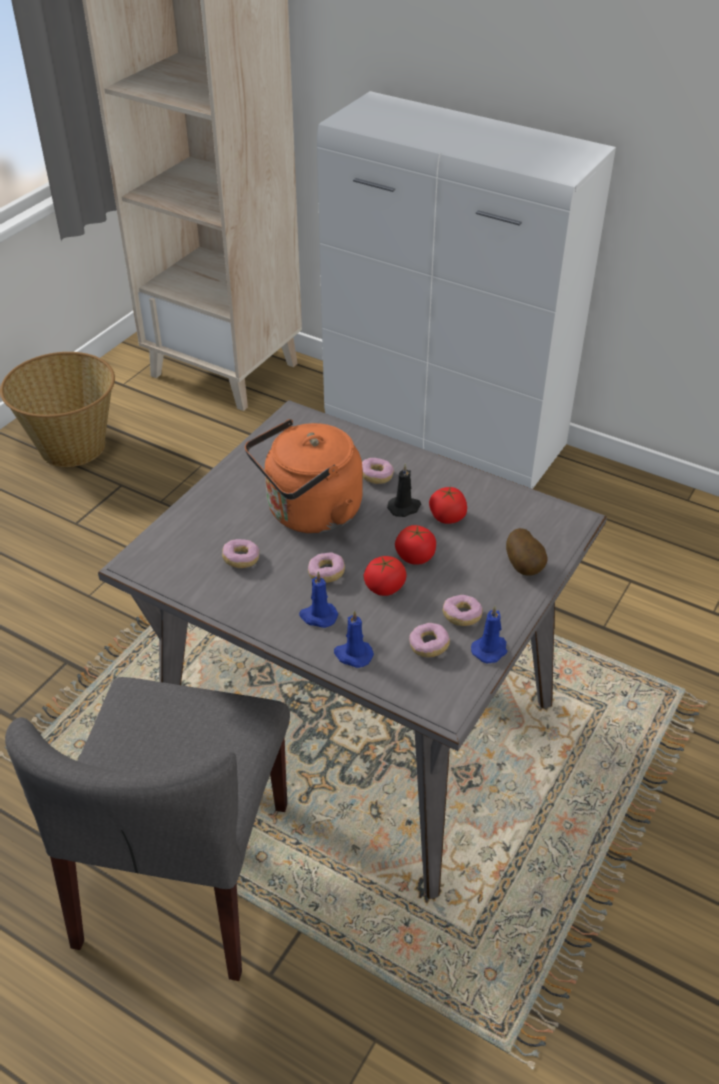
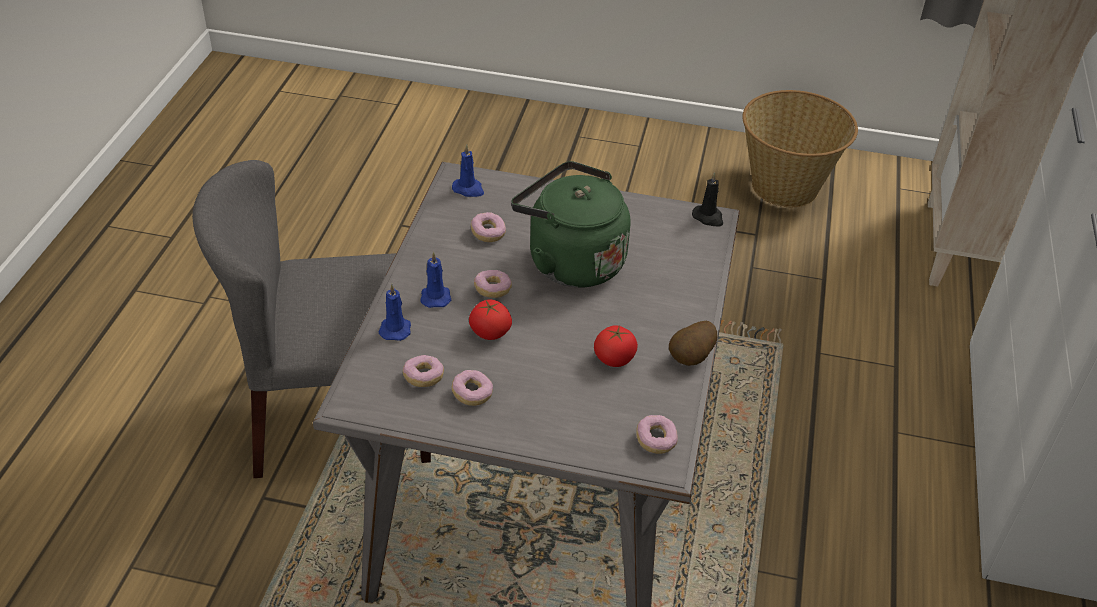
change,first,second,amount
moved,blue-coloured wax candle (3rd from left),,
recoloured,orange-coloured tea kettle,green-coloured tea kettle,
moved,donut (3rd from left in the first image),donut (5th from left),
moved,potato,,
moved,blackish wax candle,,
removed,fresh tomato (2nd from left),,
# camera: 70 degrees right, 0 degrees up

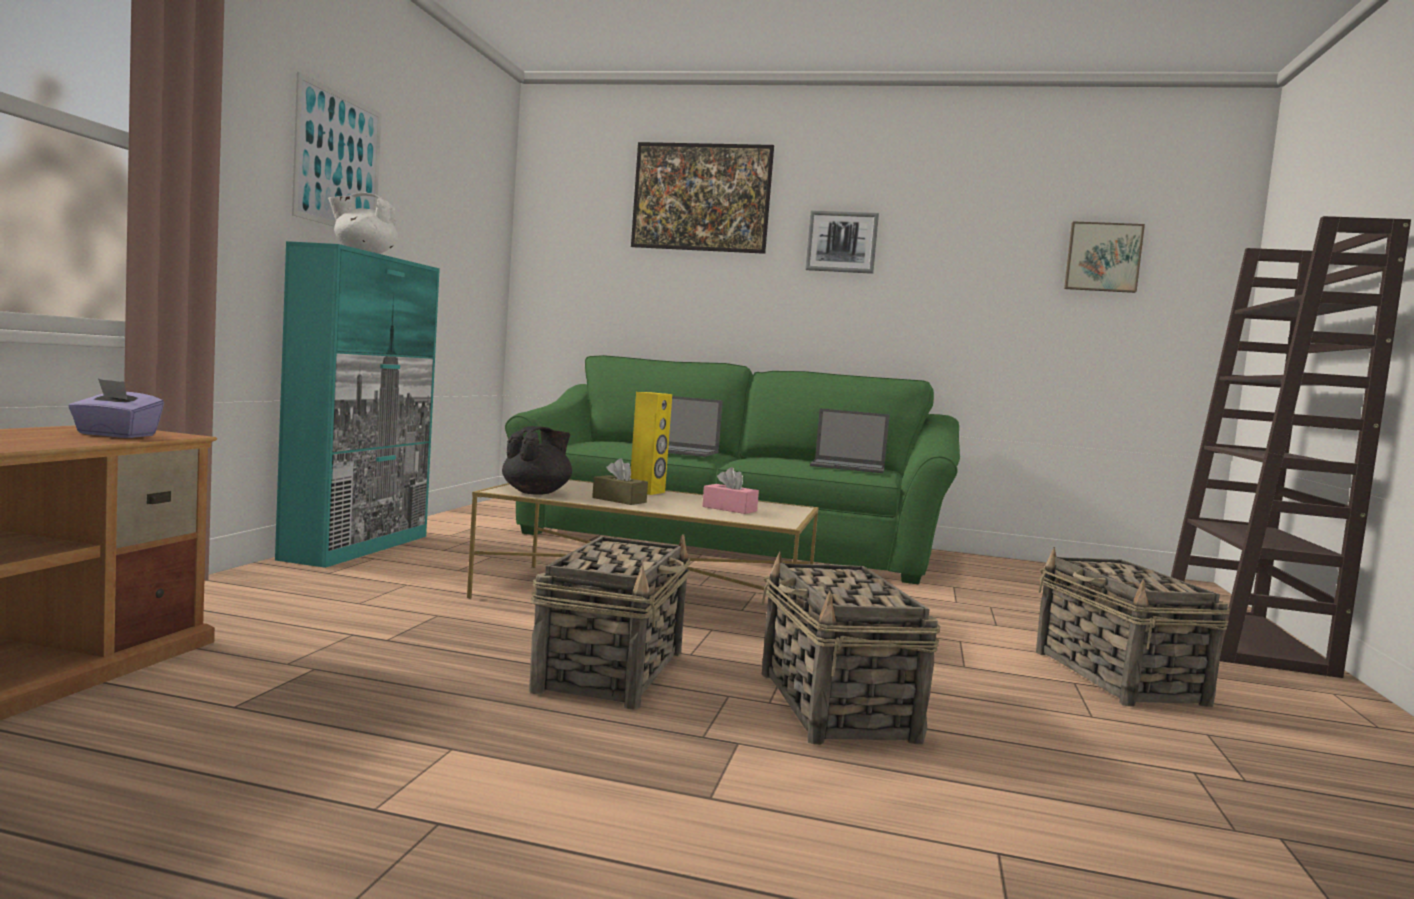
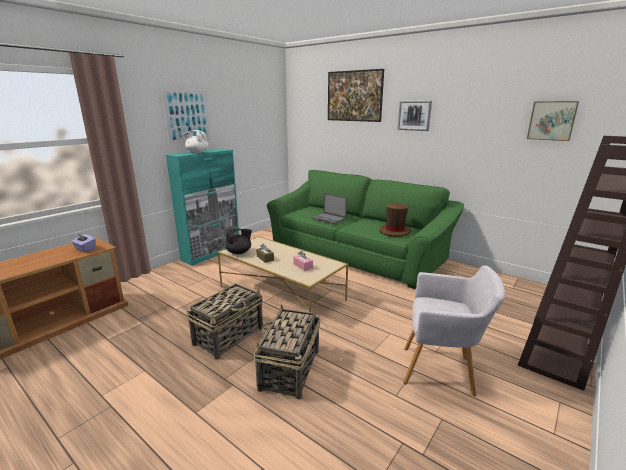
change,first,second,amount
replaced,laptop (2nd from left),brown hat,
replaced,basket (3rd from left),grey lounge chair,
removed,yellow speaker,,
# camera: 25 degrees right, 15 degrees up

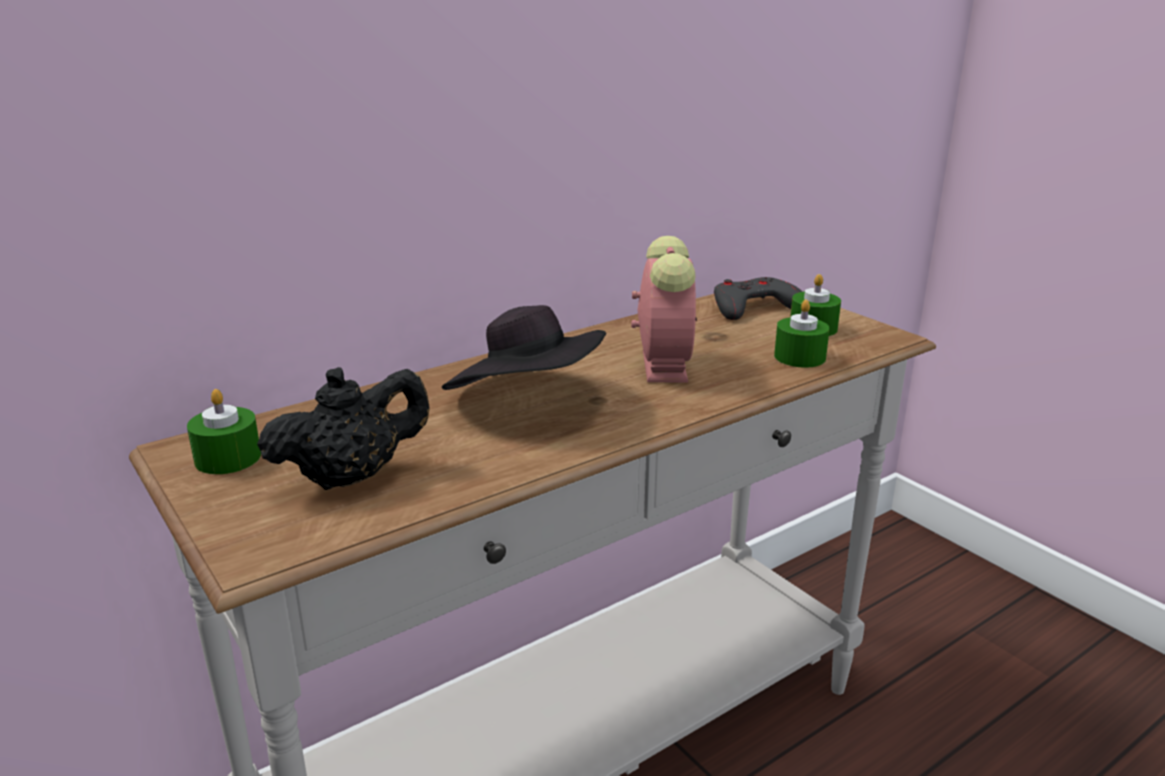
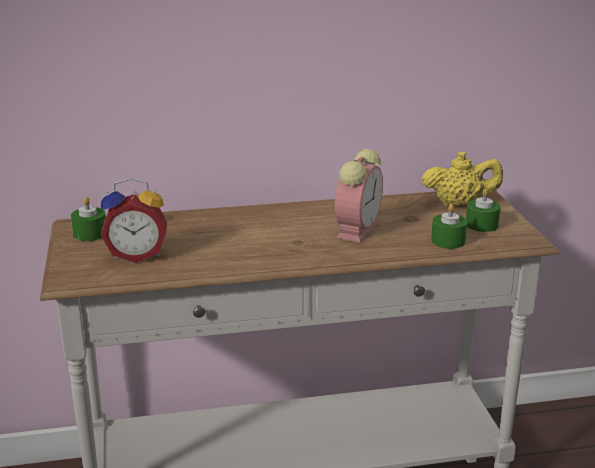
change,first,second,amount
replaced,blackish pot for tea,table clock (1st from left),
replaced,grey joypad,yellow pot for tea,
removed,blackish hat,,
# camera: 25 degrees right, 0 degrees up

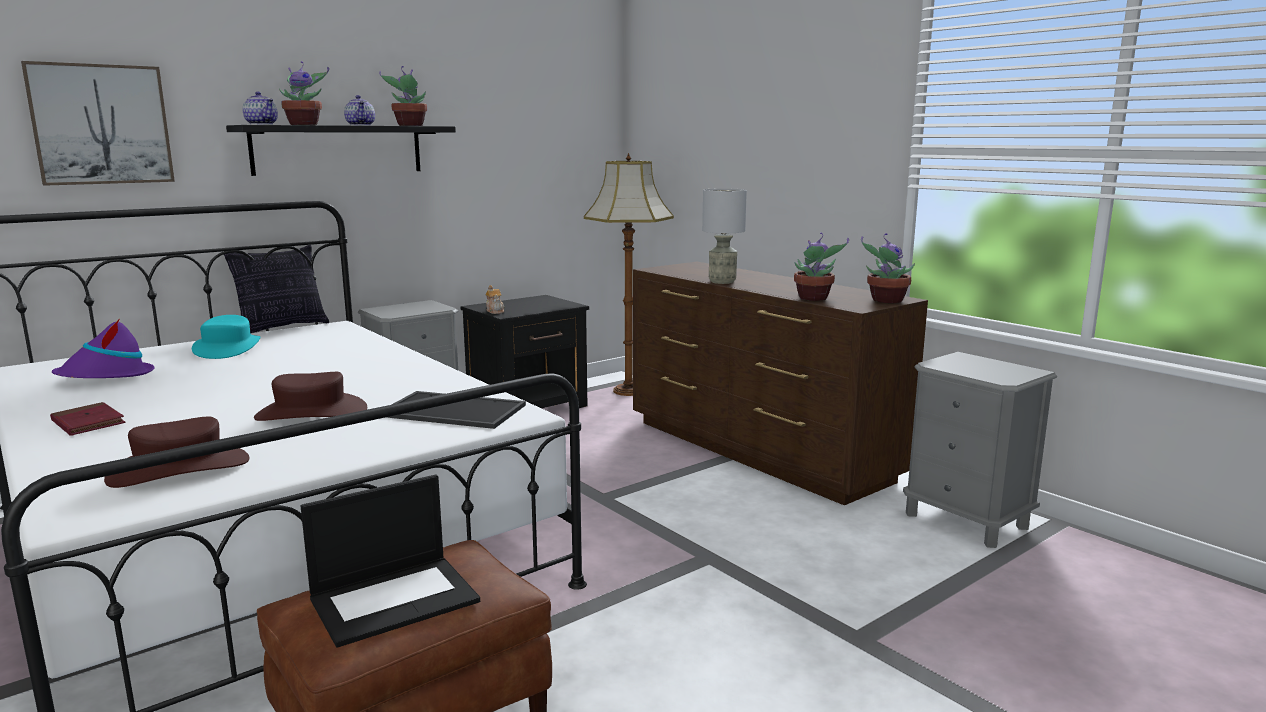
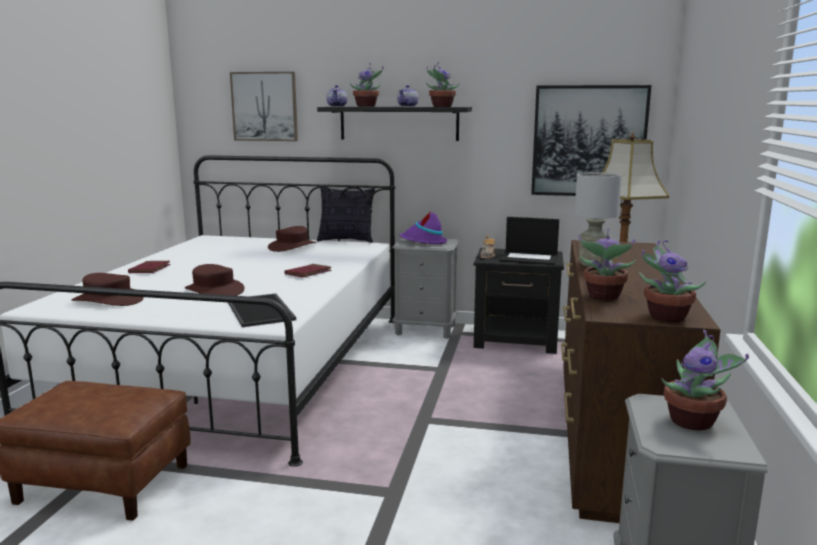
change,first,second,amount
recoloured,turquoise-coloured hat,brown hat (3rd from left),
added,,red bound book (2nd from left),
moved,purple-coloured hat,,
moved,laptop,,
added,,wall art (2nd from left),
added,,potted plant (5th from left),
# camera: 50 degrees right, 0 degrees up

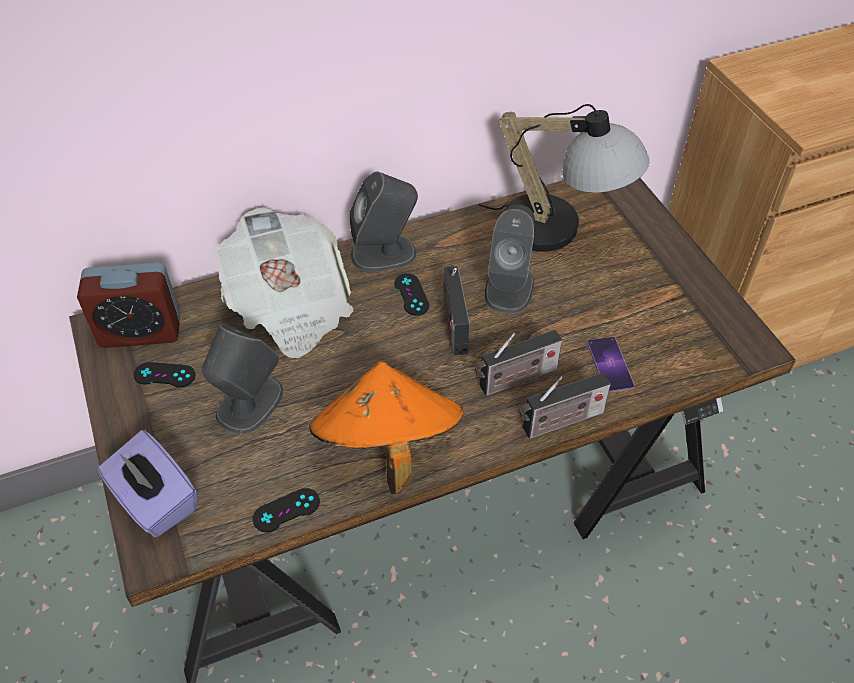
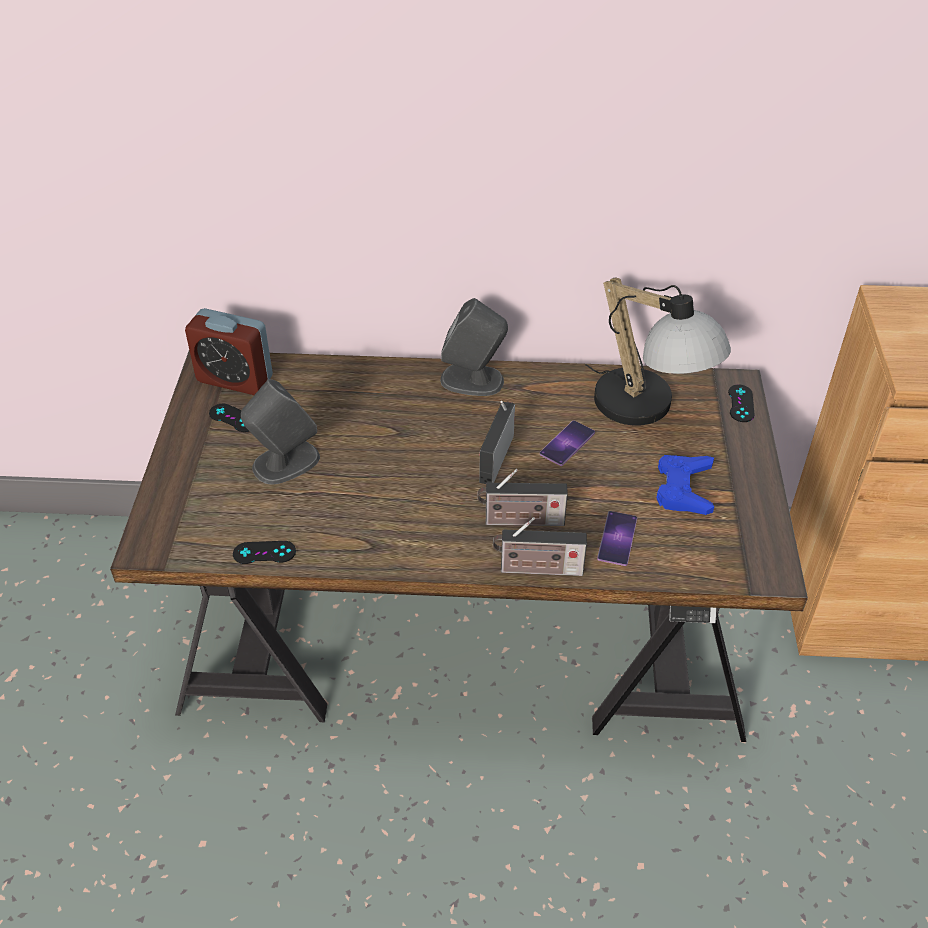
change,first,second,amount
replaced,grey speaker (3rd from left),phone (1st from left),
added,,blue-coloured joypad,
moved,blackish joypad (3rd from left),,
removed,purple-coloured tissue holder,,
removed,newspaper,,
removed,orange-coloured hat,,
# camera: 25 degrees right, 5 degrees down

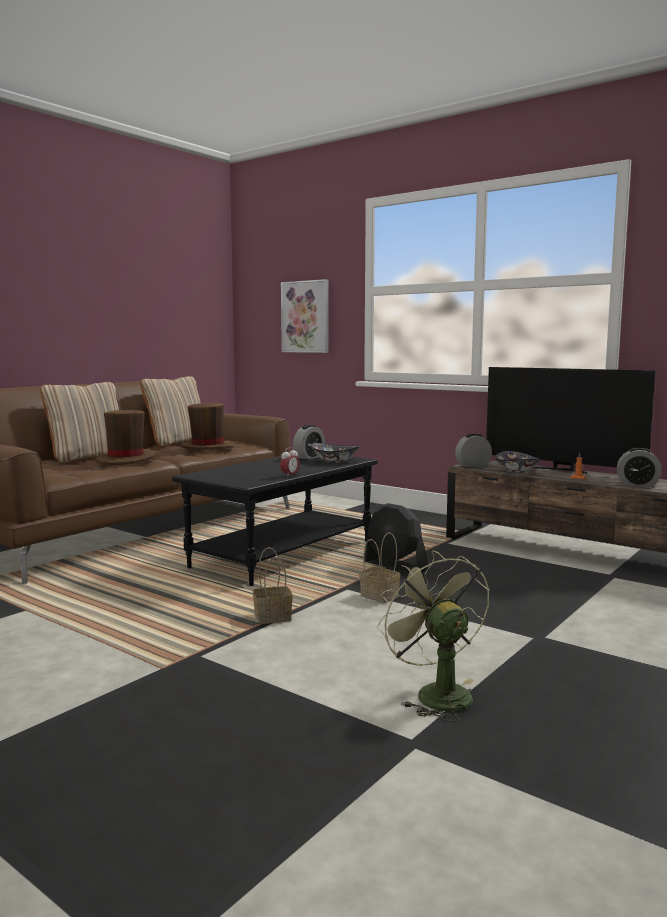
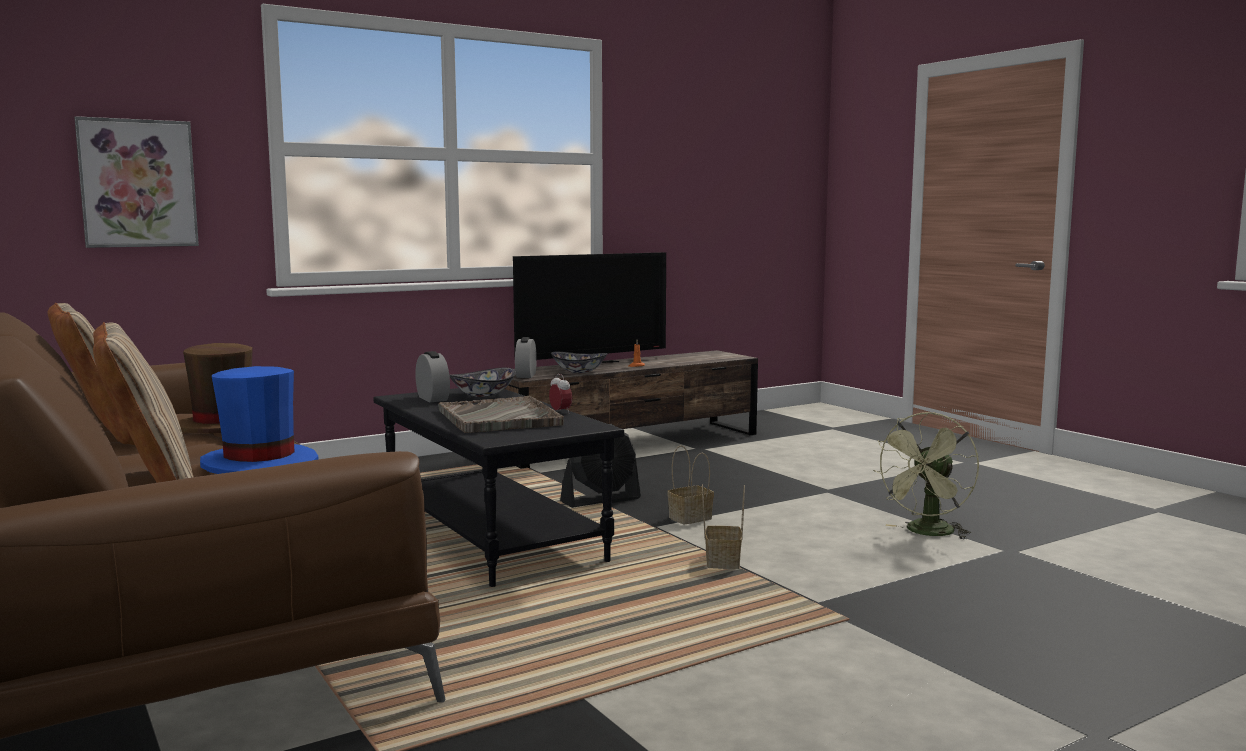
change,first,second,amount
recoloured,brown hat (1st from left),blue-coloured hat,
added,,grey serving tray,
turned,green-coloured cooling fan,,45 degrees counterclockwise
removed,table clock (4th from left),,
# camera: 70 degrees left, 0 degrees up

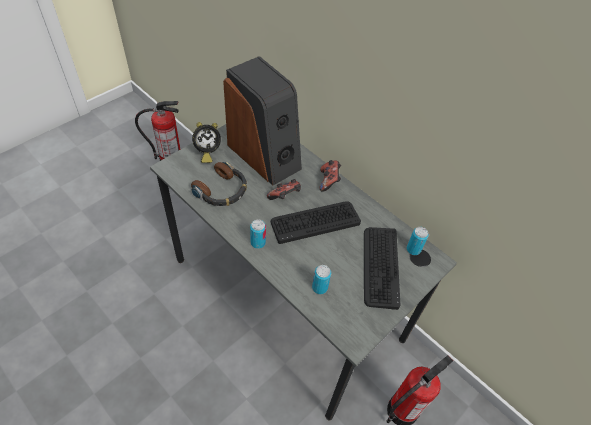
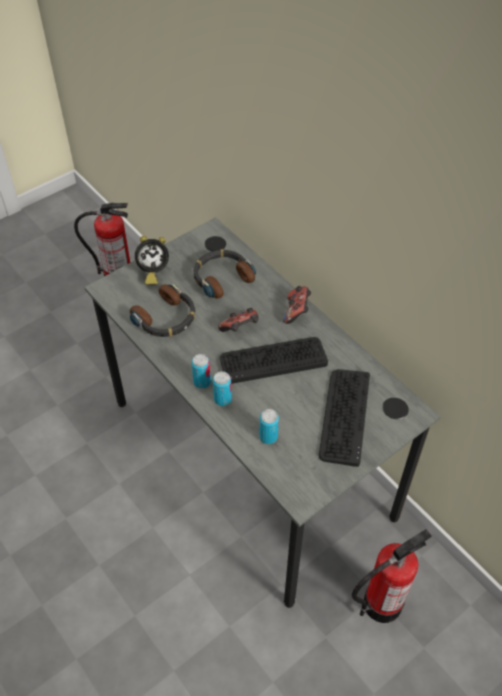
change,first,second,amount
replaced,speaker,headphones (2nd from left),
moved,sealed can (3rd from left in the first image),sealed can (2nd from left),
# camera: 10 degrees right, 0 degrees up

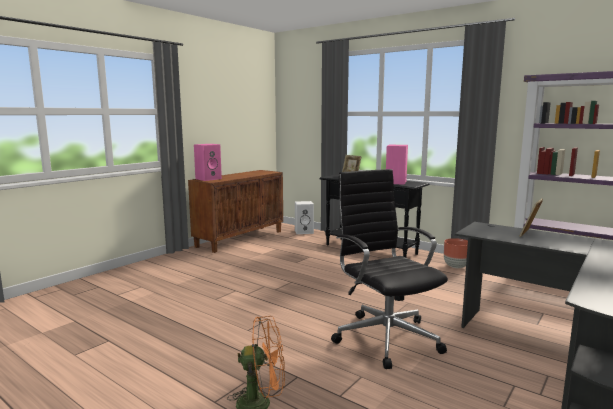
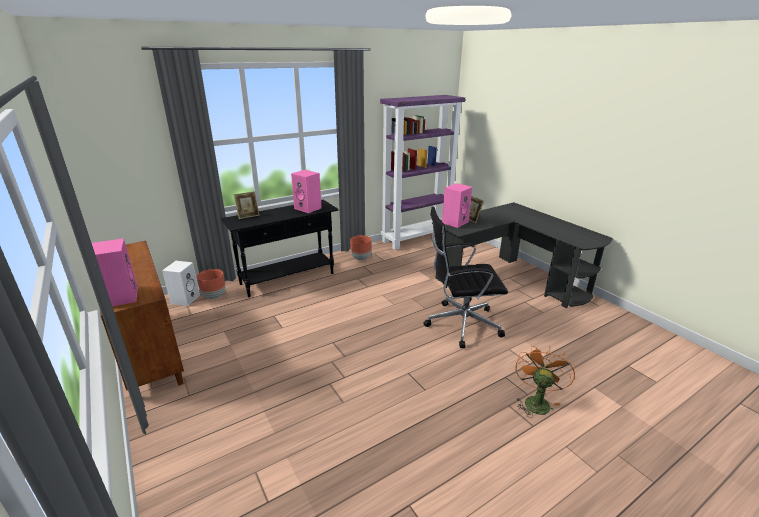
change,first,second,amount
added,,brown planter (1st from left),
added,,pink-coloured speaker (3rd from left),
# camera: 70 degrees left, 15 degrees up

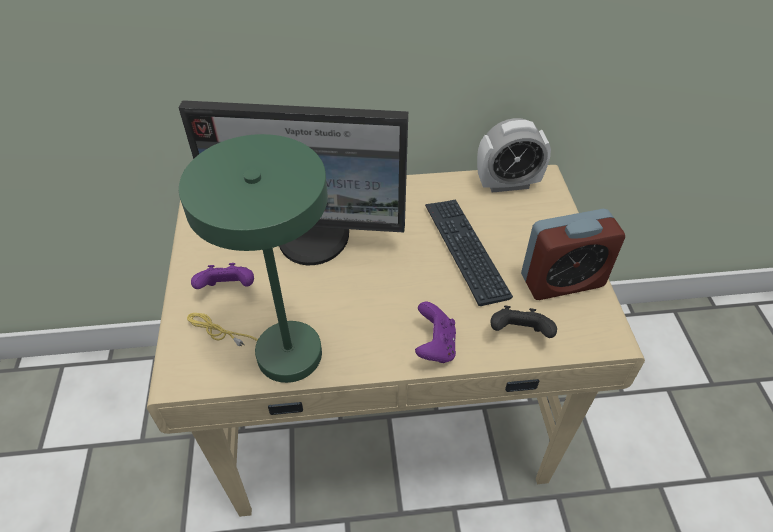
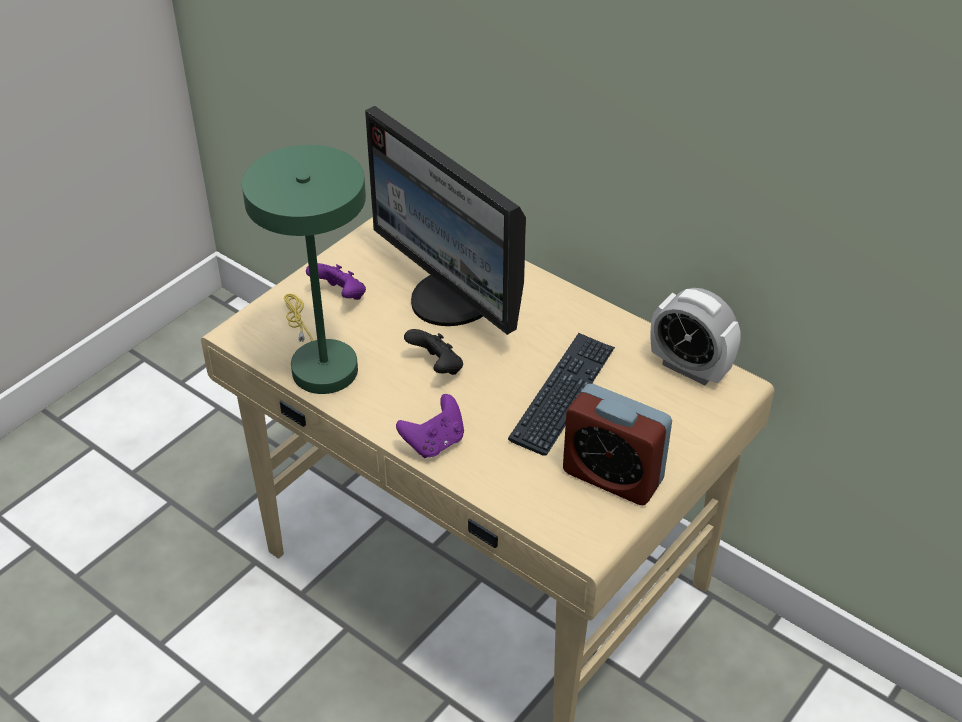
change,first,second,amount
moved,blackish joypad,,
# camera: 45 degrees right, 5 degrees down

